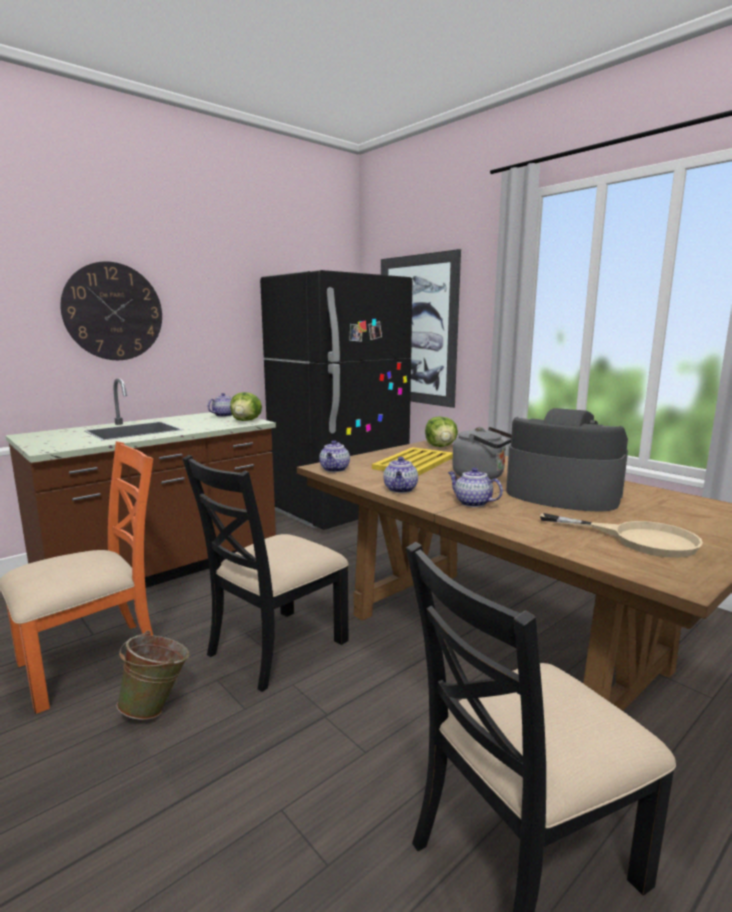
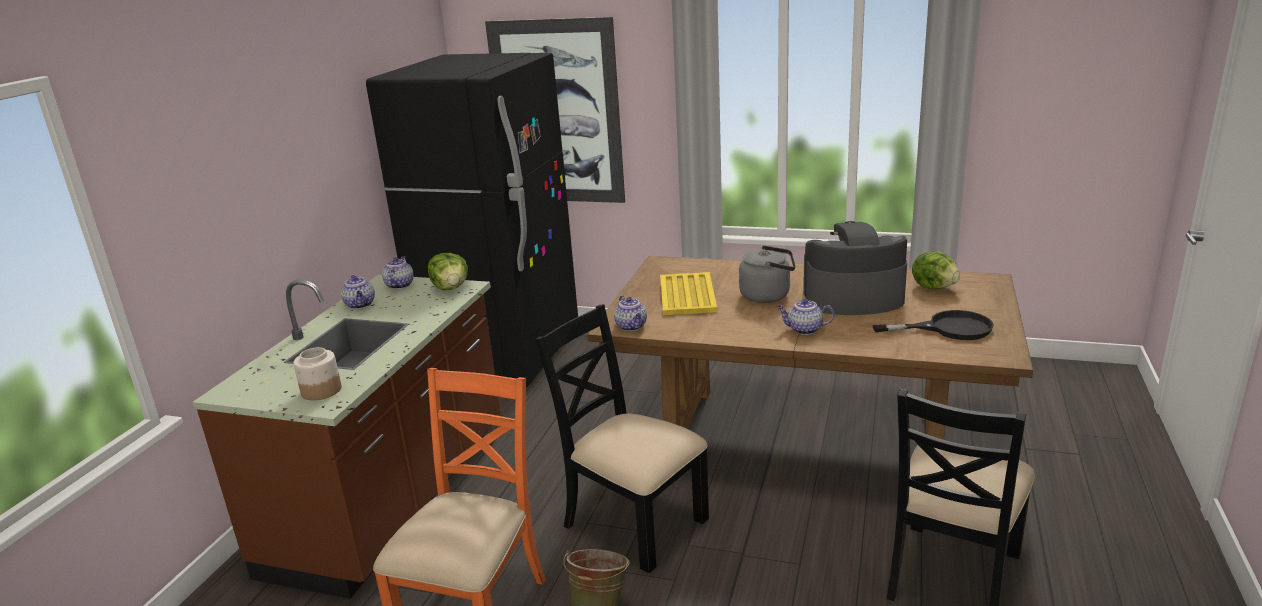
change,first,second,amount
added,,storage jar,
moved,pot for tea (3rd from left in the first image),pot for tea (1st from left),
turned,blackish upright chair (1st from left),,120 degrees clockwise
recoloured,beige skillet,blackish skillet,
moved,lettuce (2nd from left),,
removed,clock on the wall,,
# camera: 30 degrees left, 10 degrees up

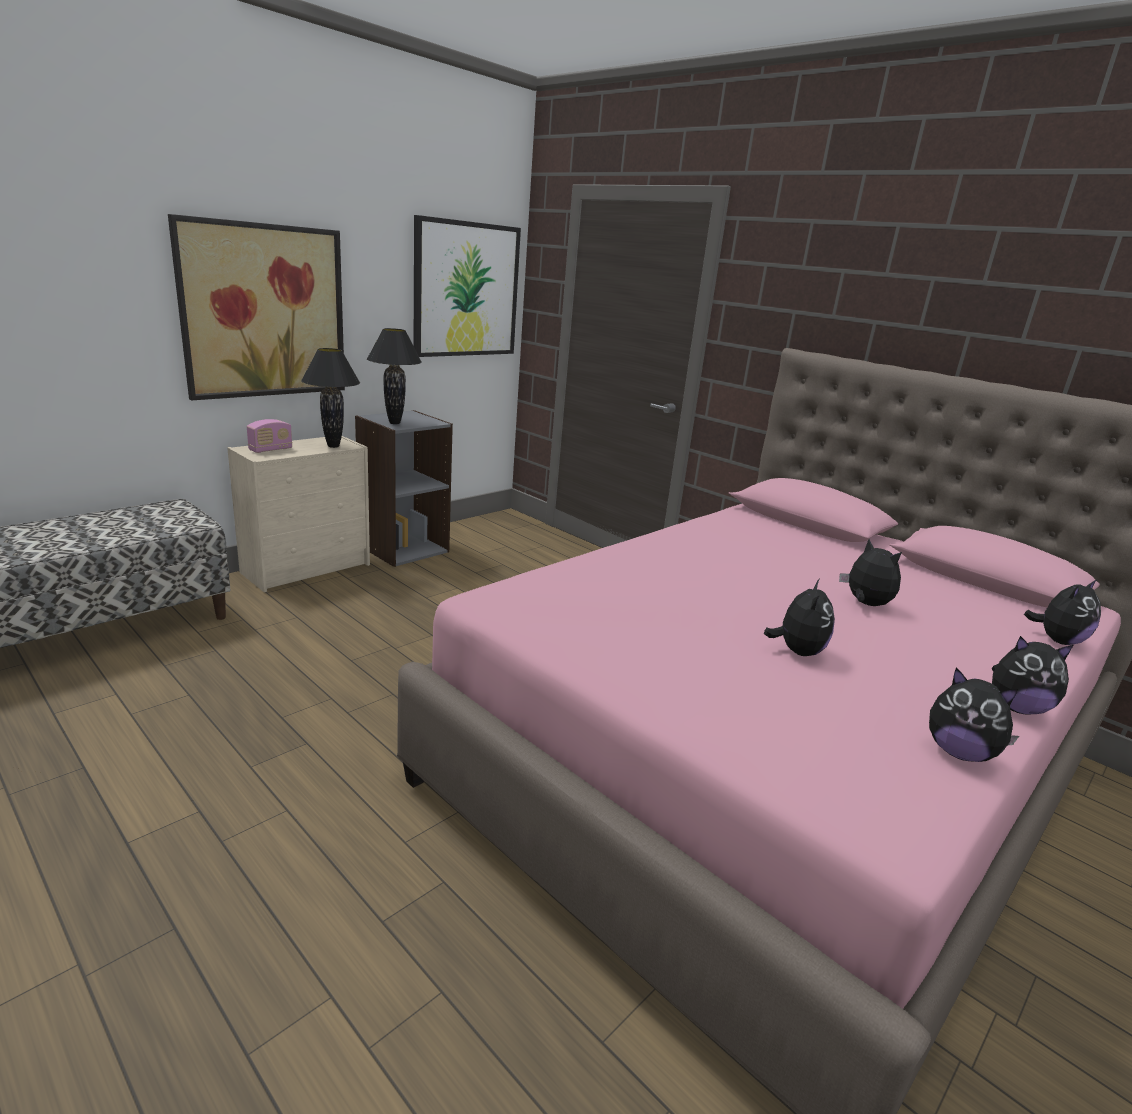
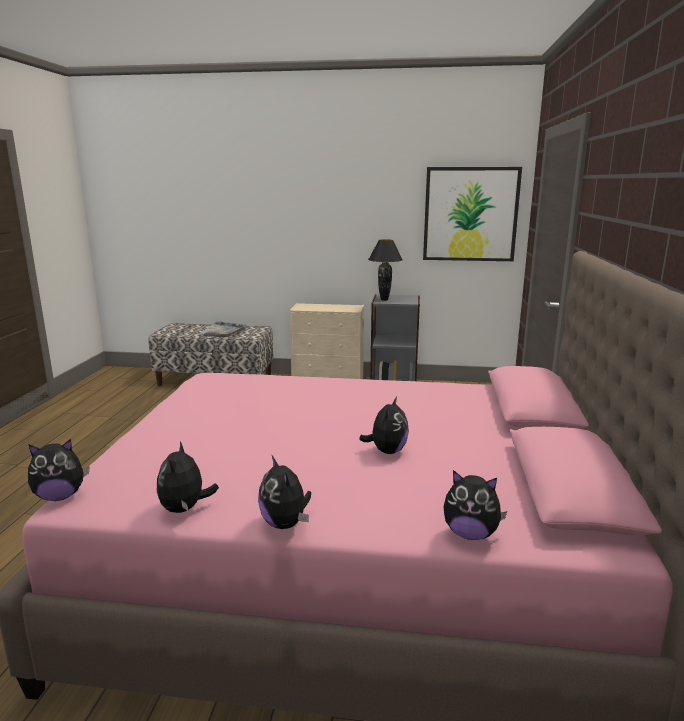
change,first,second,amount
moved,cuddly toy (1st from left),,
added,,grey serving tray,
removed,wall art (1st from left),,
removed,radio receiver,,
removed,blackish tabletop lamp (1st from left),,
# camera: 55 degrees right, 5 degrees down

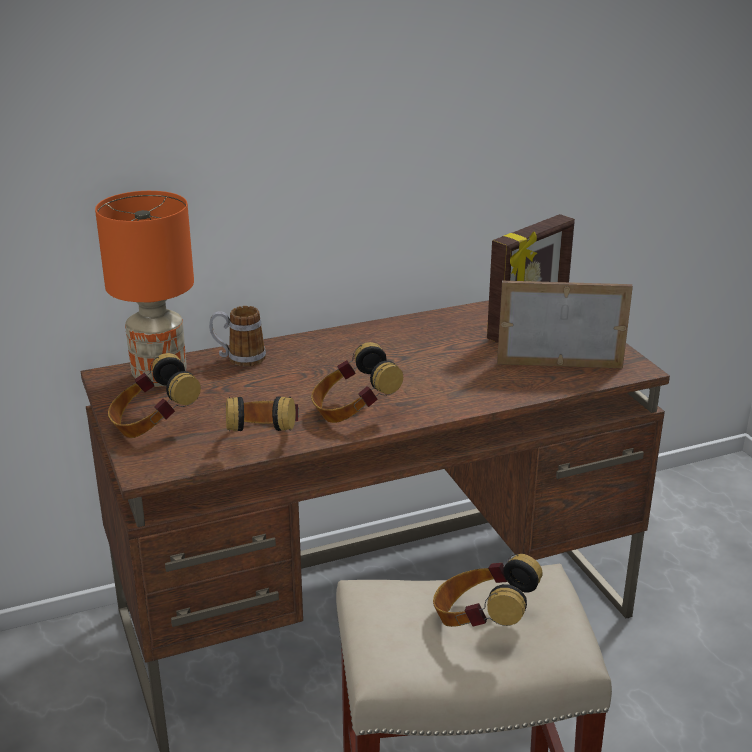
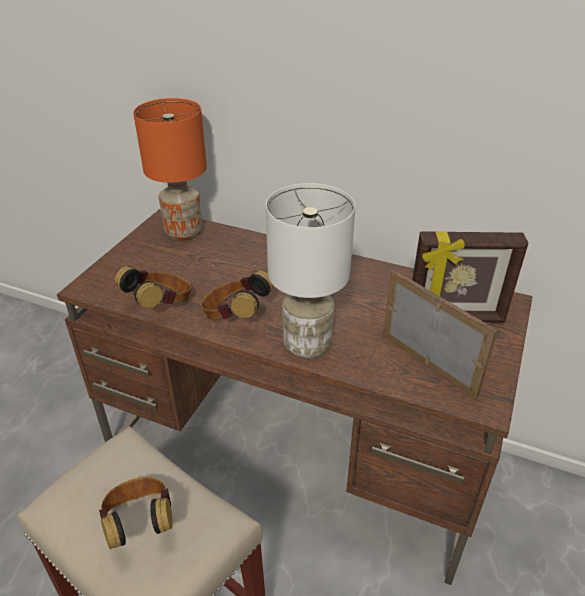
change,first,second,amount
added,,white-coloured tabletop lamp,
removed,headphones (1st from left),,
removed,coffee mug,,
# camera: 45 degrees right, 10 degrees up

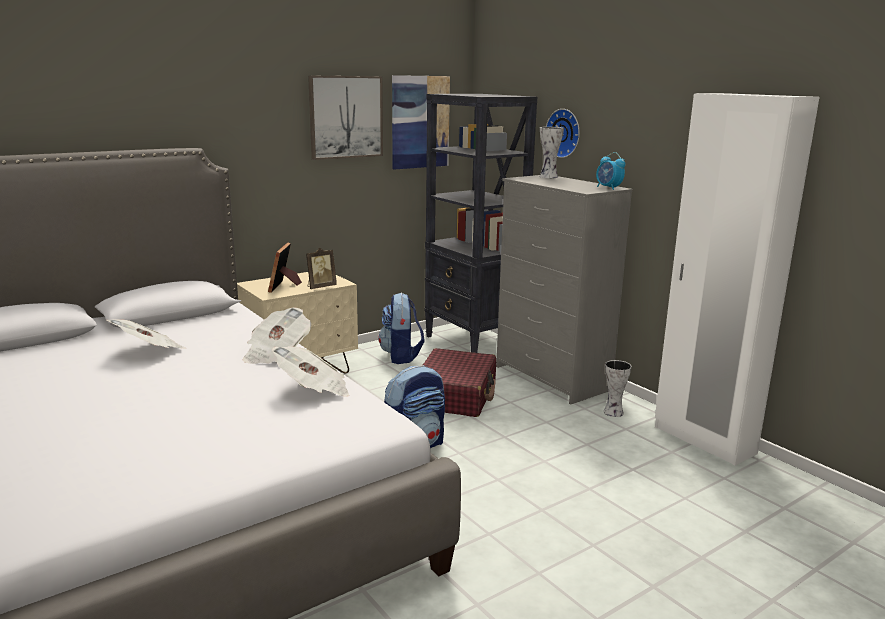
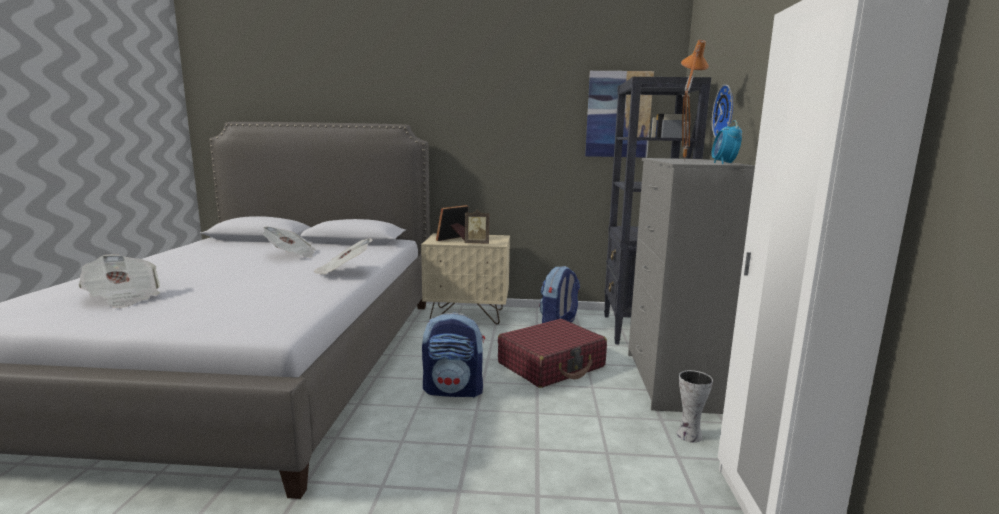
change,first,second,amount
moved,newspaper (3rd from left in the first image),newspaper (1st from left),
added,,orange-coloured tabletop lamp,
removed,wall art (1st from left),,
removed,flower vase (1st from left),,
# camera: 40 degrees right, 5 degrees down

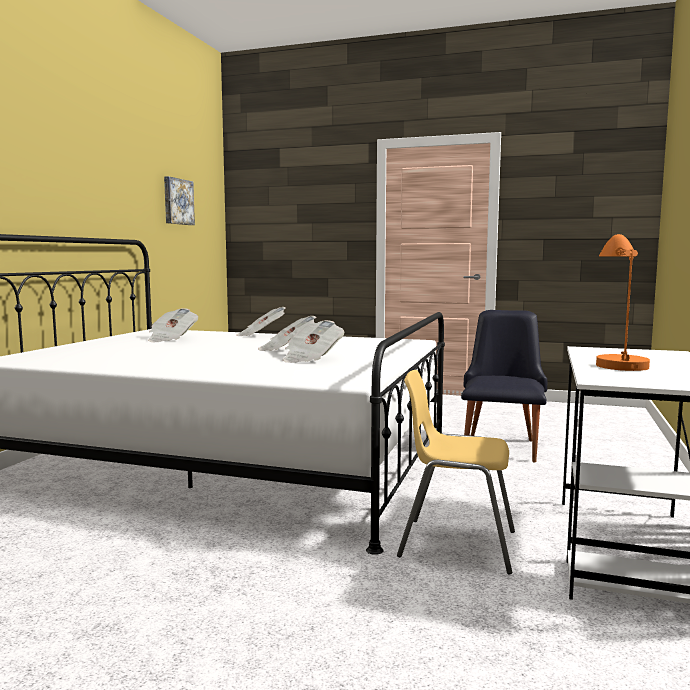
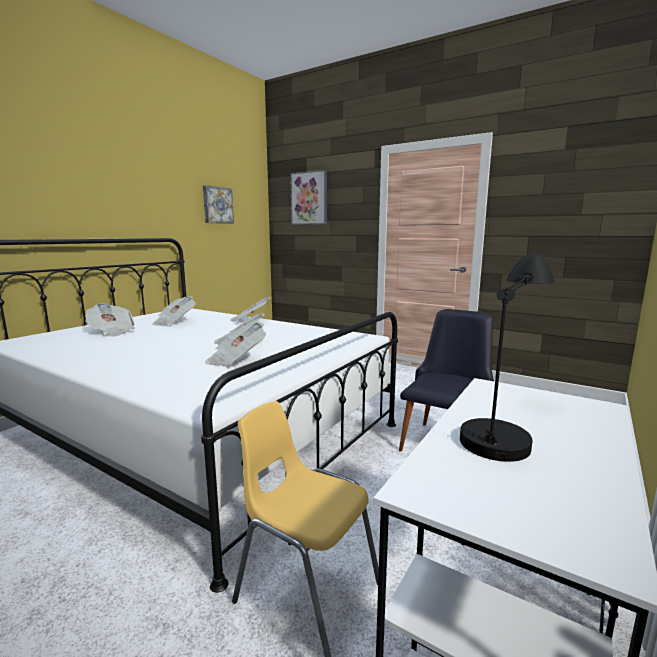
change,first,second,amount
added,,newspaper (1st from left),
added,,wall art (2nd from left),
recoloured,orange-coloured tabletop lamp,blackish tabletop lamp,
# camera: 15 degrees right, 5 degrees up

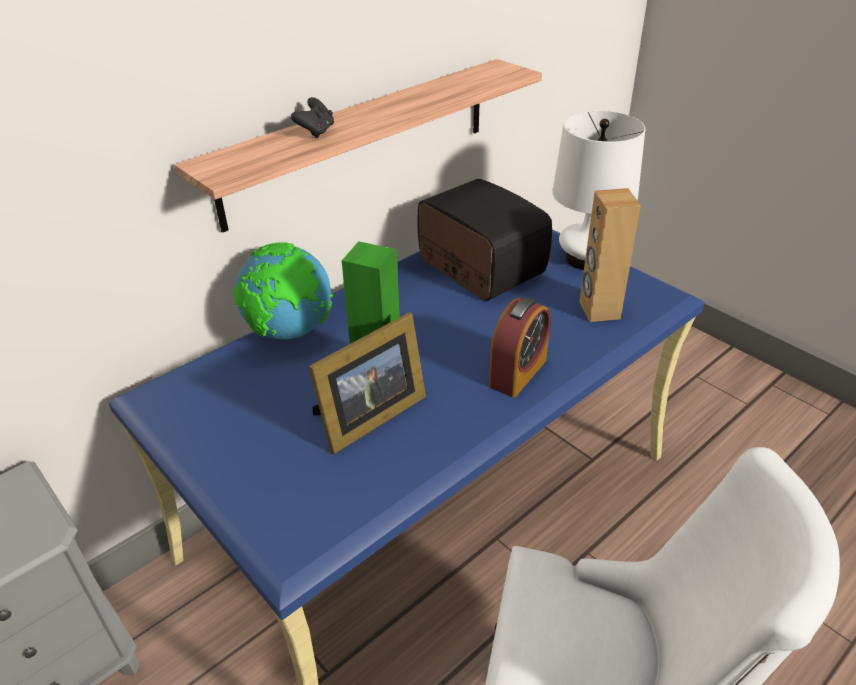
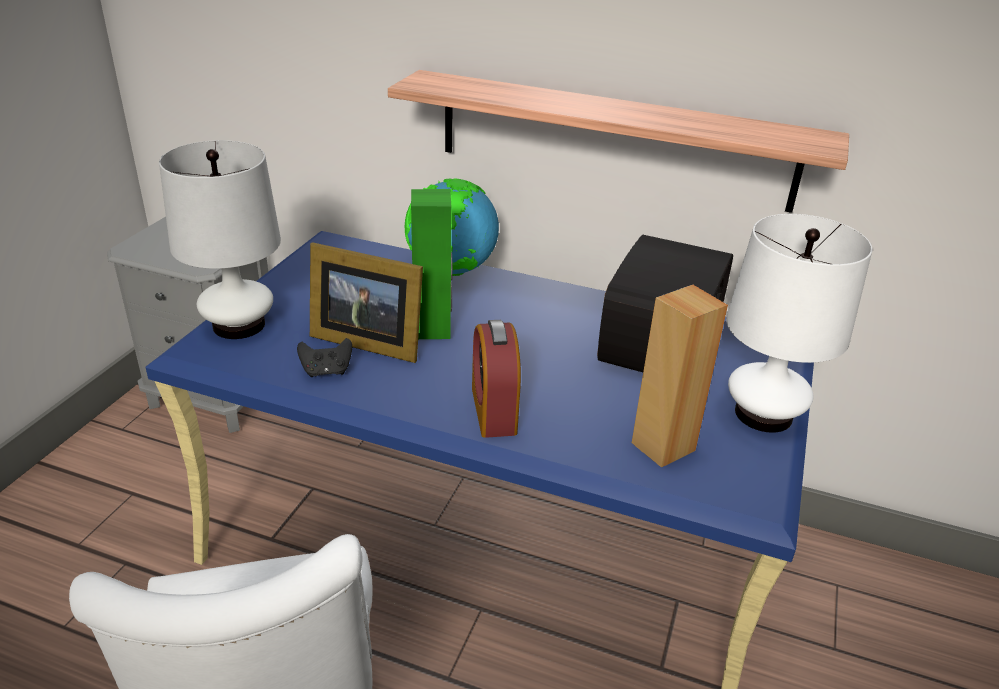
change,first,second,amount
added,,white-coloured tabletop lamp (1st from left),
moved,blackish joypad,,
turned,table clock,,75 degrees clockwise
# camera: 60 degrees right, 5 degrees down

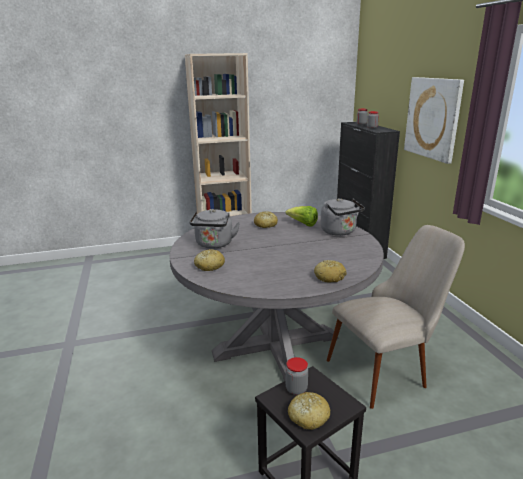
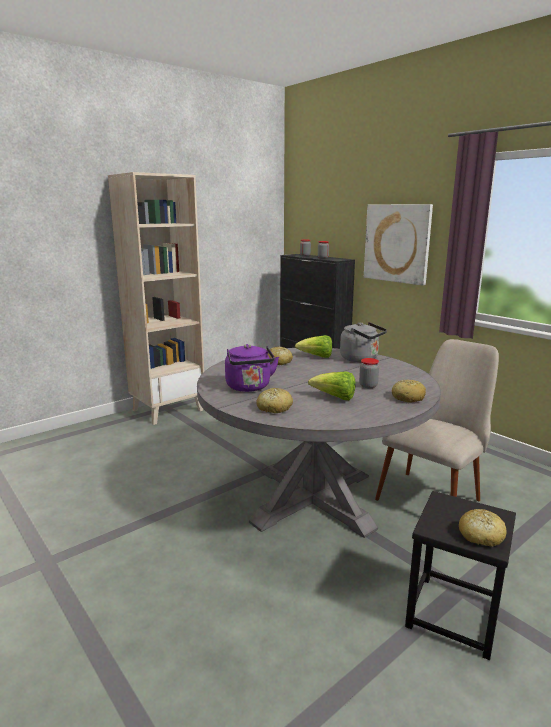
change,first,second,amount
recoloured,grey tea kettle (1st from left),purple-coloured tea kettle,
added,,lettuce (2nd from left),
moved,storage jar (1st from left in the first image),storage jar (3rd from left),
# camera: 25 degrees left, 5 degrees down

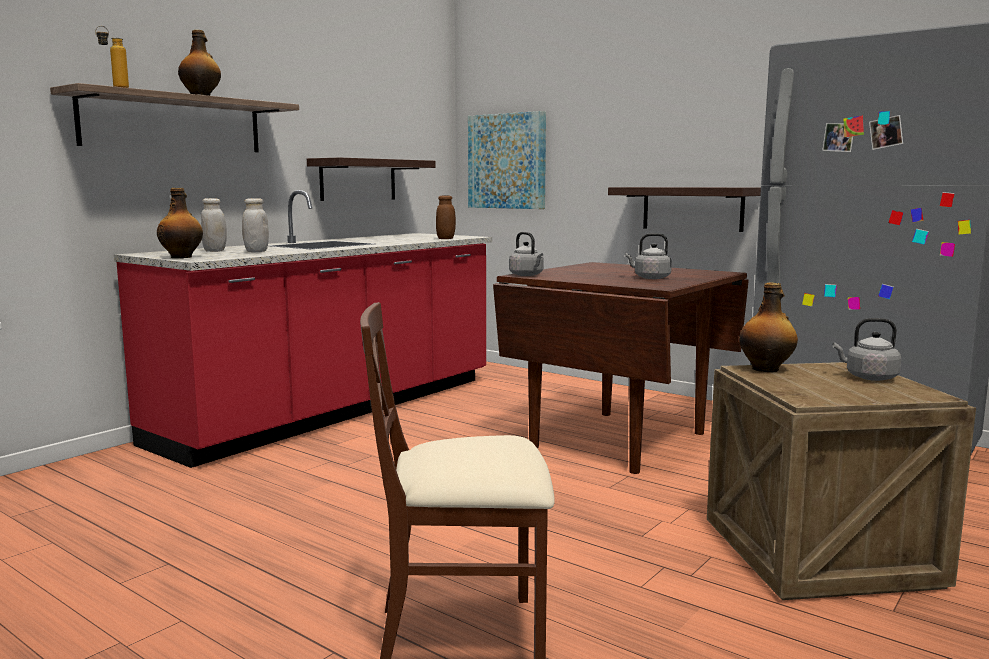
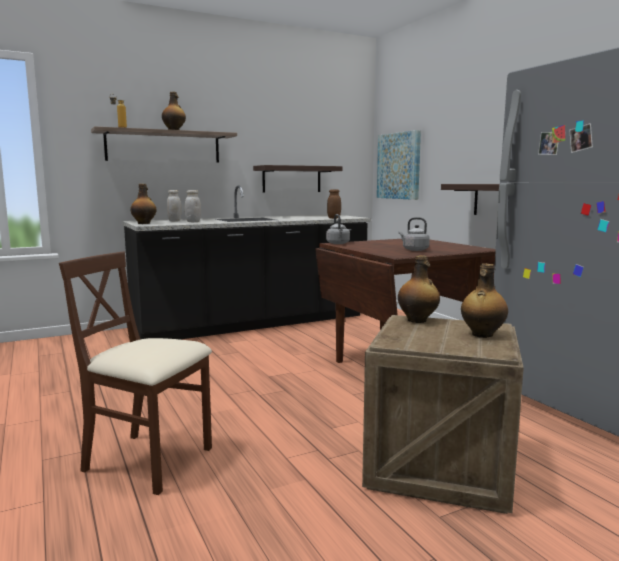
change,first,second,amount
recoloured,red kitchen base unit,blackish kitchen base unit,
replaced,grey tea kettle (3rd from left),drink bottle (5th from left),
# camera: 25 degrees right, 0 degrees up

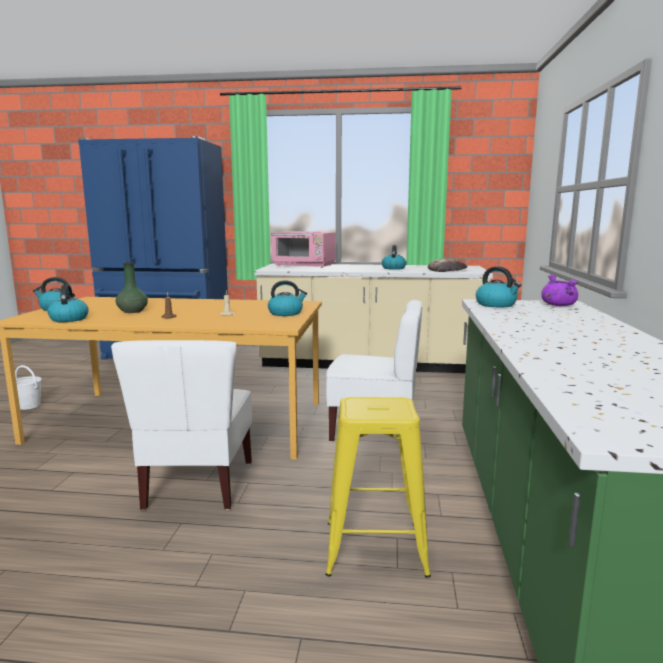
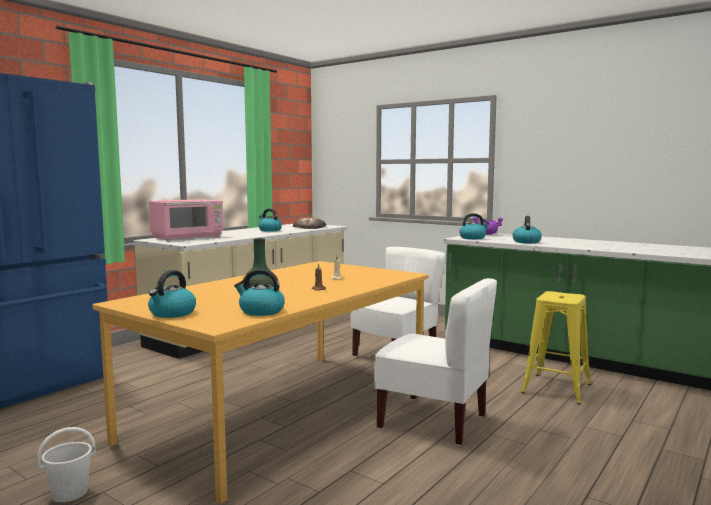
change,first,second,amount
moved,tea kettle (3rd from left in the first image),tea kettle (5th from left),
# camera: 60 degrees left, 5 degrees down

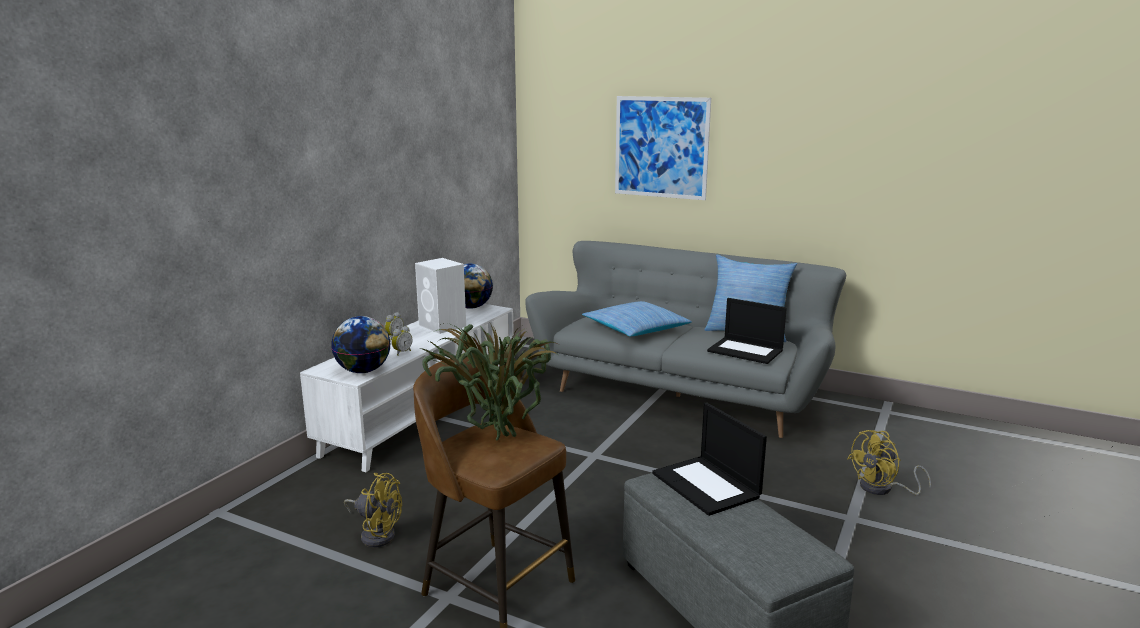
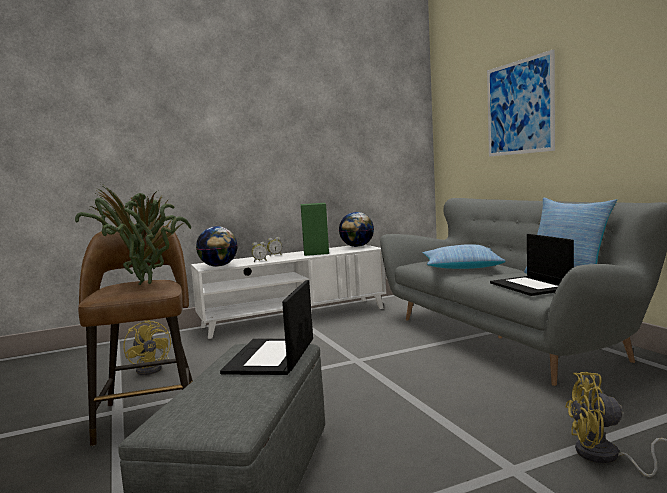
change,first,second,amount
recoloured,white-coloured speaker,green-coloured speaker,
# camera: 40 degrees right, 10 degrees down

